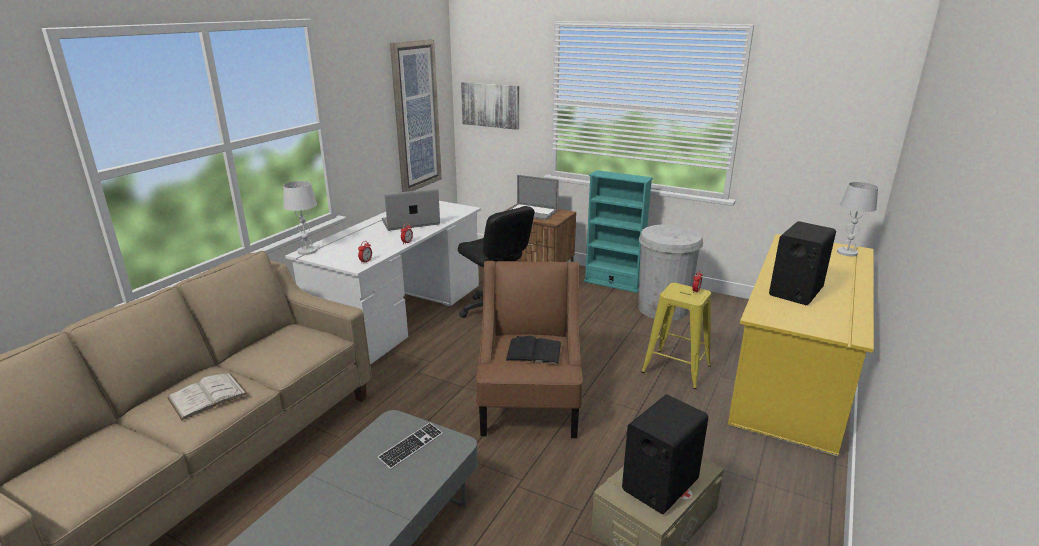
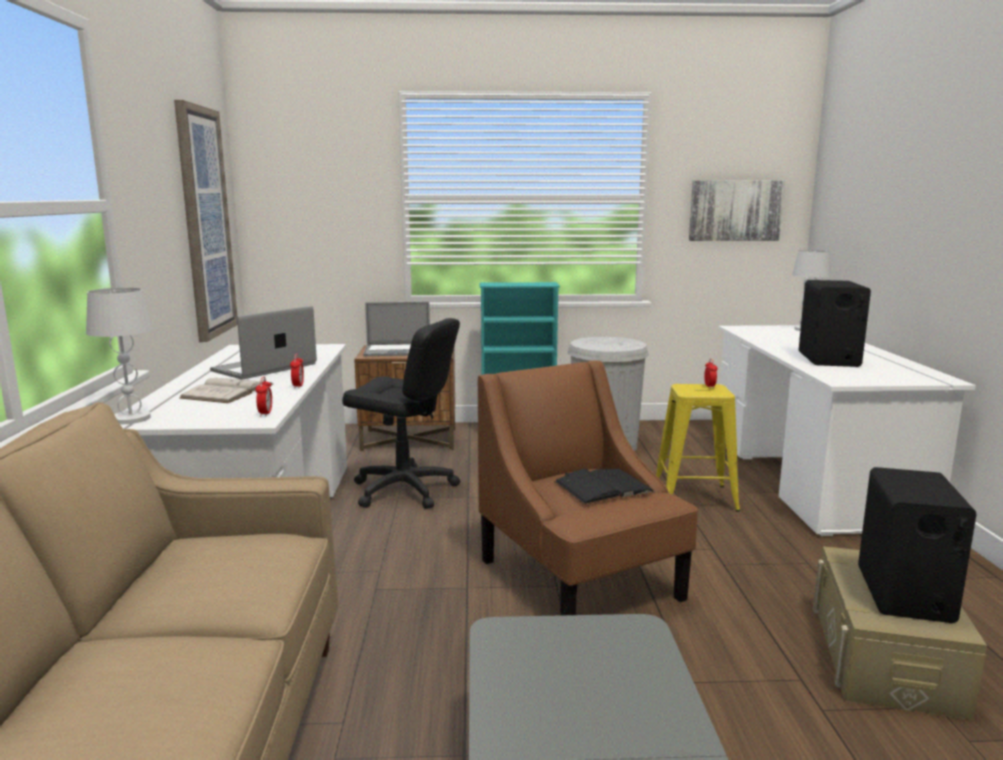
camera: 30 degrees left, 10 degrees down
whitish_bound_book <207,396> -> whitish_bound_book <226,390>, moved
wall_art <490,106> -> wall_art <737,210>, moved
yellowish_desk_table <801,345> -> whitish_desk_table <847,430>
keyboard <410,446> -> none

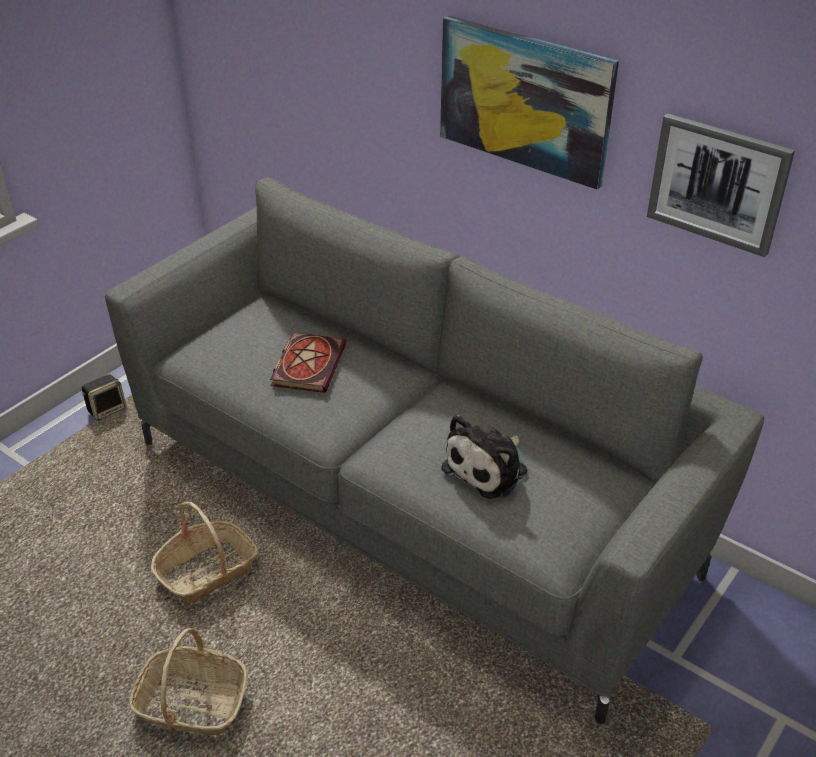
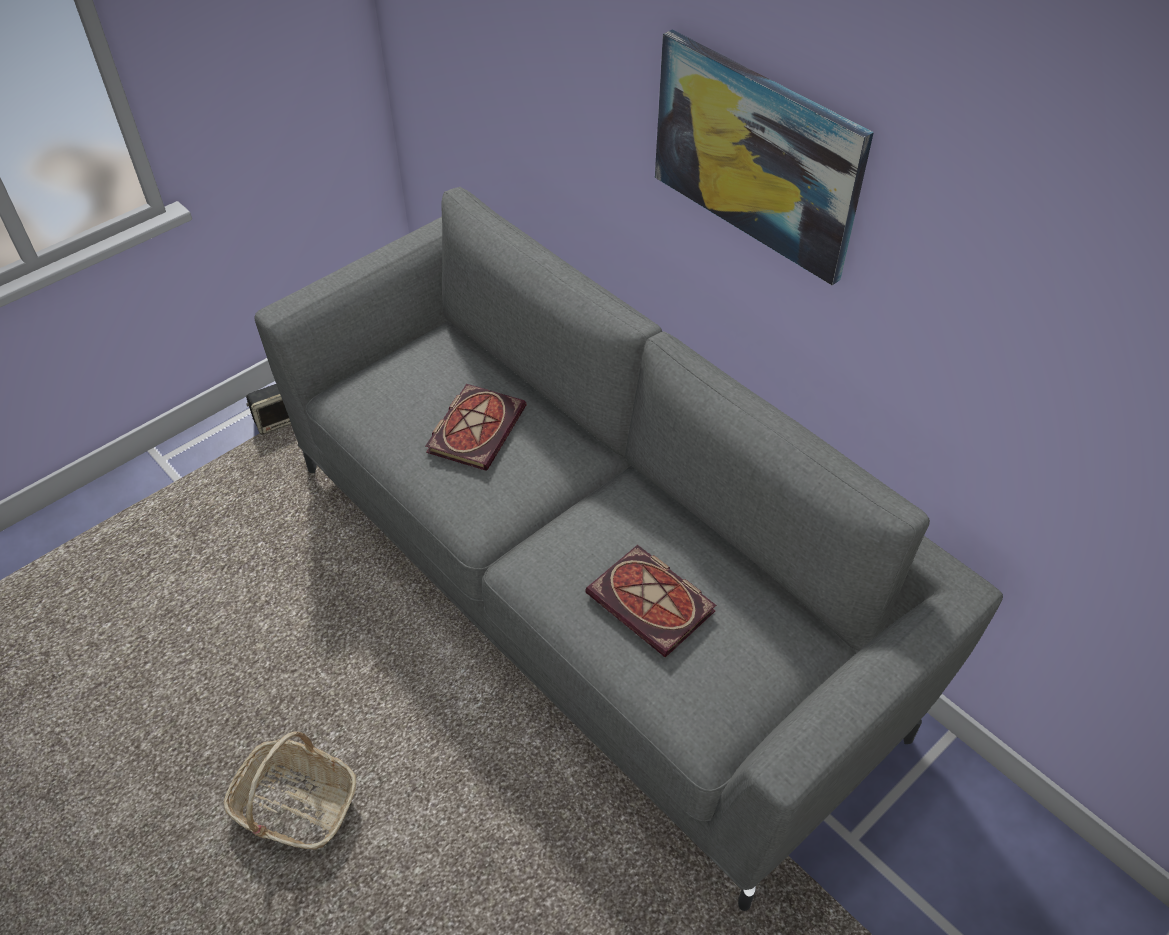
camera: 10 degrees right, 10 degrees up
cuddly_toy <484,457> -> bound_book <650,601>
basket <204,553> -> none
wall_art <721,185> -> none

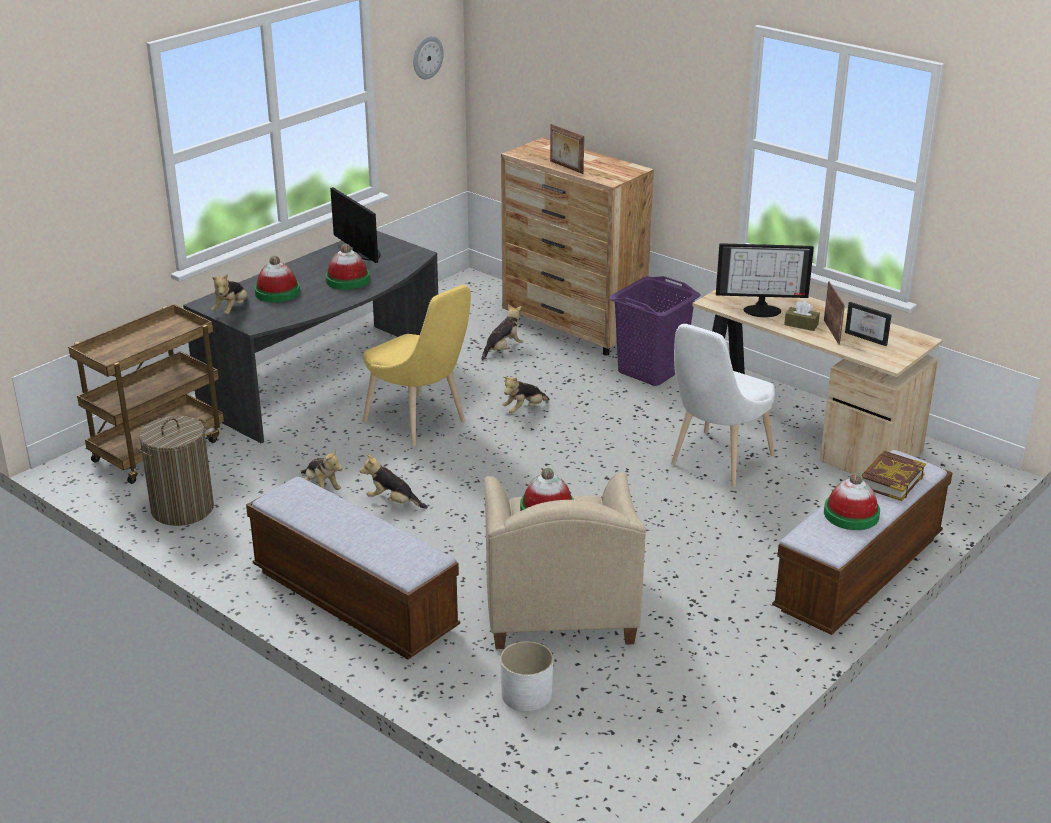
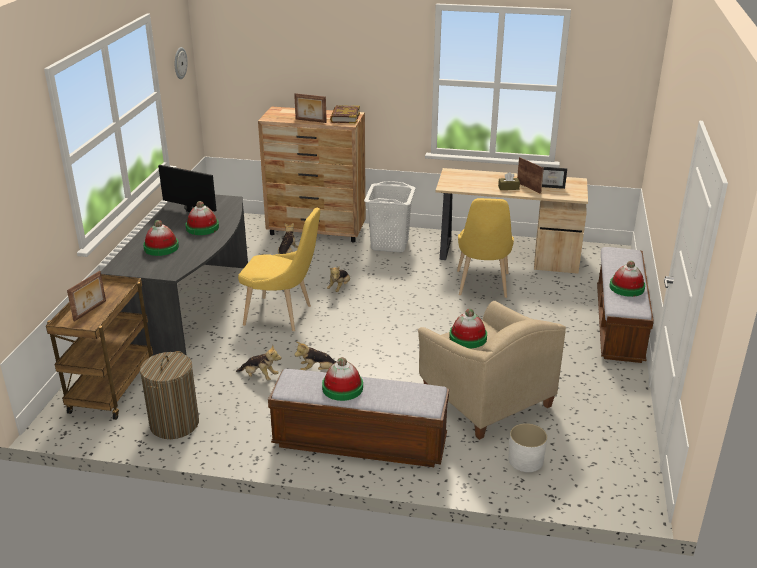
camera: 30 degrees left, 0 degrees up
none -> picture_frame <86,296>
none -> wearable_hat <342,379>
bound_book <893,476> -> bound_book <345,114>, moved
purplish_washing_basket <655,331> -> whitish_washing_basket <390,216>
whitish_plain_chair <723,405> -> yellowish_plain_chair <485,248>
cuddly_toy <229,294> -> none
monitor <765,280> -> none

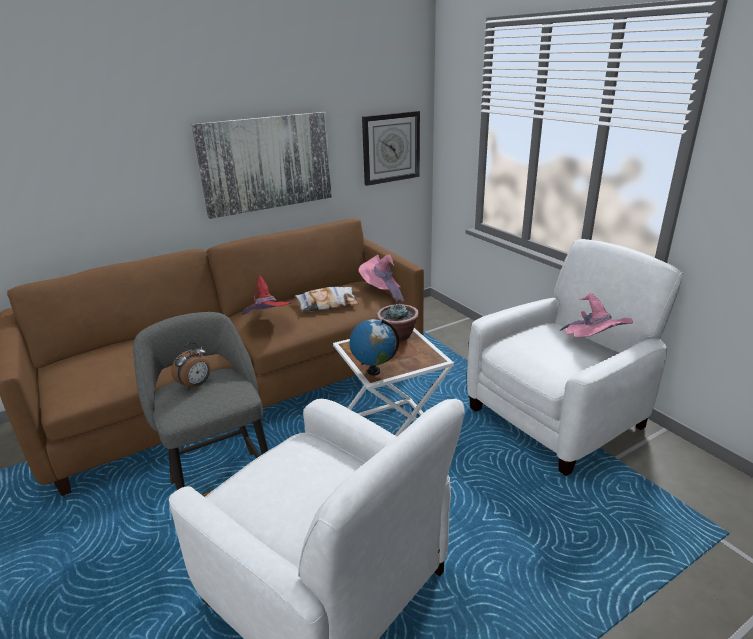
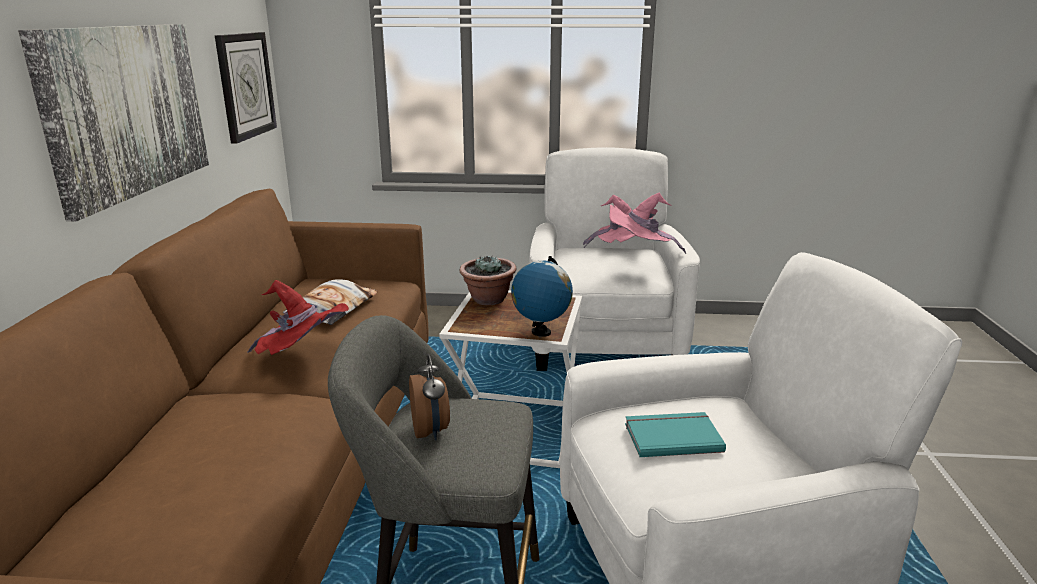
camera: 55 degrees left, 5 degrees down
pink_wearable_hat <381,279> -> pink_wearable_hat <647,223>, moved
none -> turquoise_bound_book <675,434>

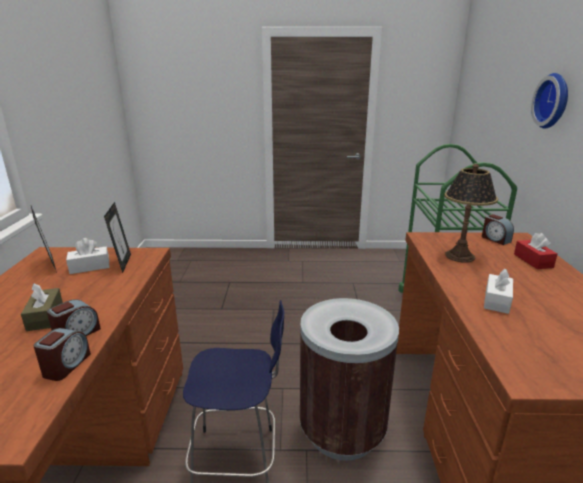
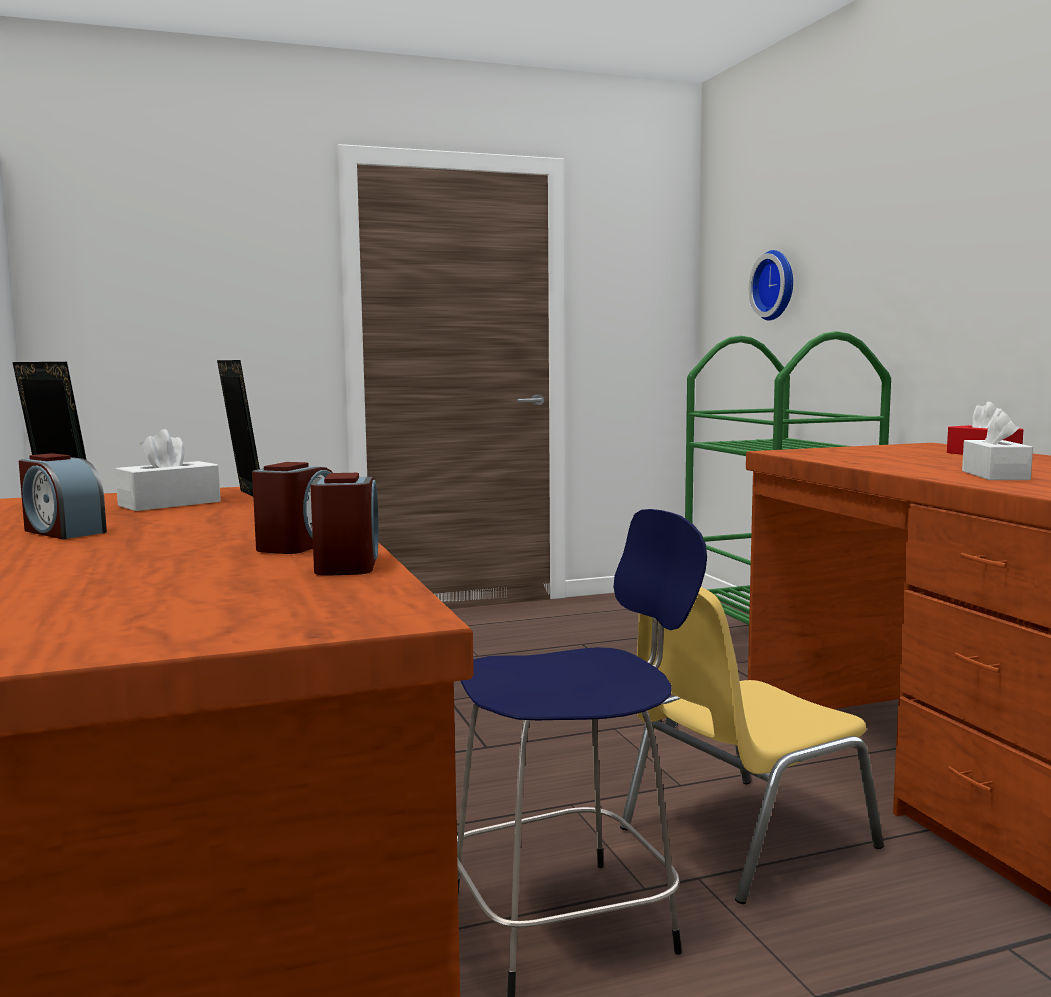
camera: 20 degrees left, 15 degrees down
table_clock <498,229> -> table_clock <63,496>, moved
brownish_waste_bin <349,379> -> yellowish_plain_chair <752,745>
clock_on_the_wall <549,101> -> clock_on_the_wall <771,285>, moved
brownish_tissue_holder <42,307> -> none
table_lamp <471,213> -> none

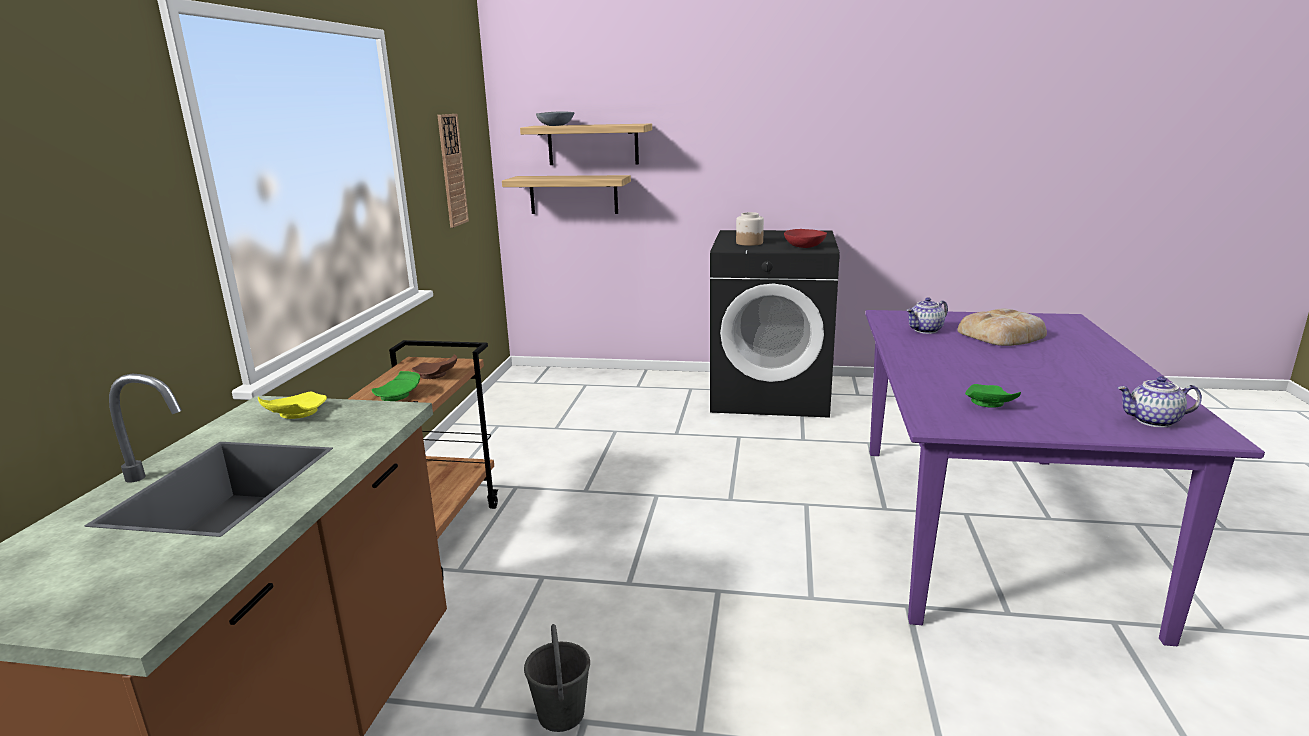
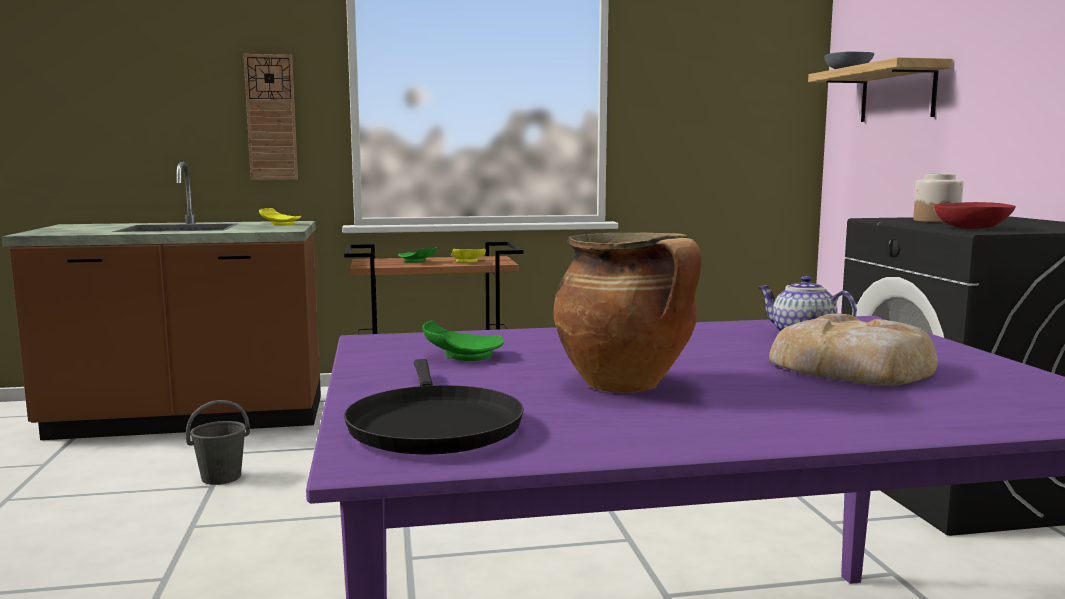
camera: 70 degrees right, 10 degrees down
clock_on_the_wall <453,171> -> clock_on_the_wall <271,117>, moved
teapot <1159,402> -> black_frying_pan <434,407>
brownish_dinner_plate <434,366> -> yellowish_dinner_plate <468,256>
none -> cooking_pot <627,313>
shelf <566,194> -> none

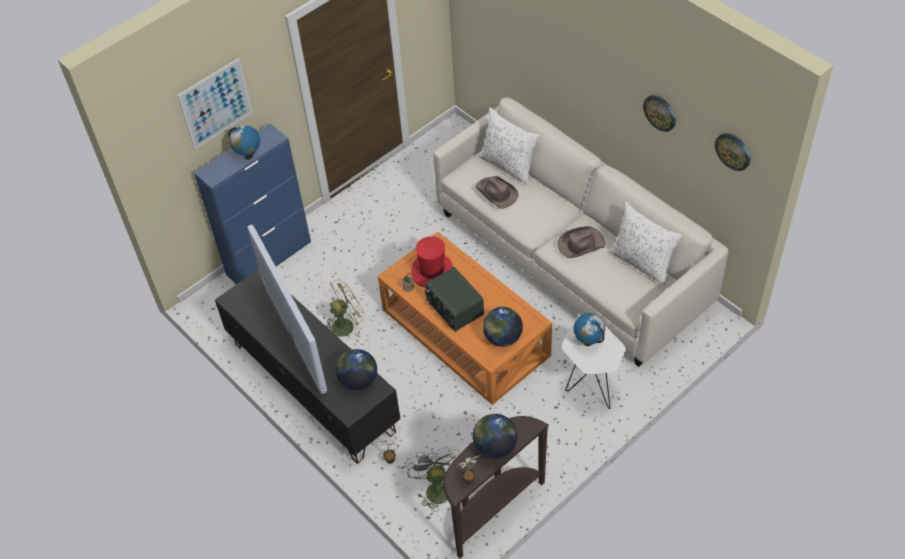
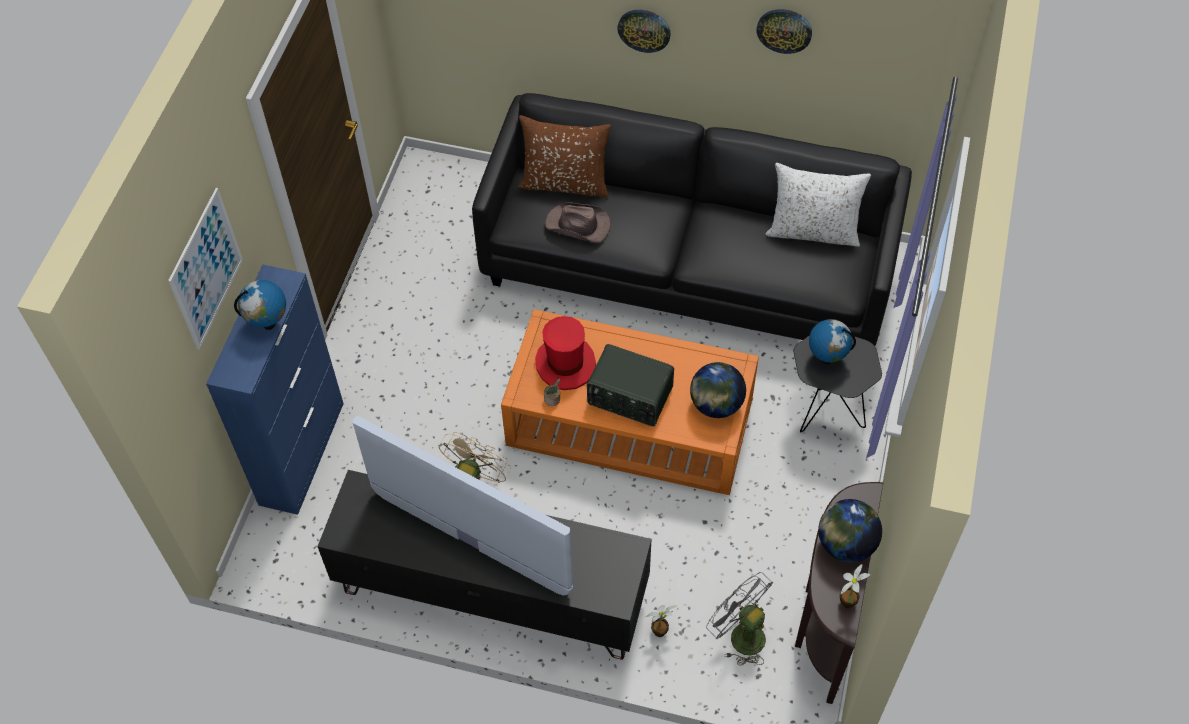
camera: 35 degrees left, 5 degrees up
whitish_couch <581,232> -> black_couch <692,219>
whitish_throw_pillow <509,146> -> brownish_throw_pillow <564,156>
clock_on_the_wall <732,152> -> clock_on_the_wall <644,31>, moved
whitish_side_table <594,367> -> black_side_table <838,383>
globe <356,370> -> none
brownish_wearable_hat <581,242> -> none

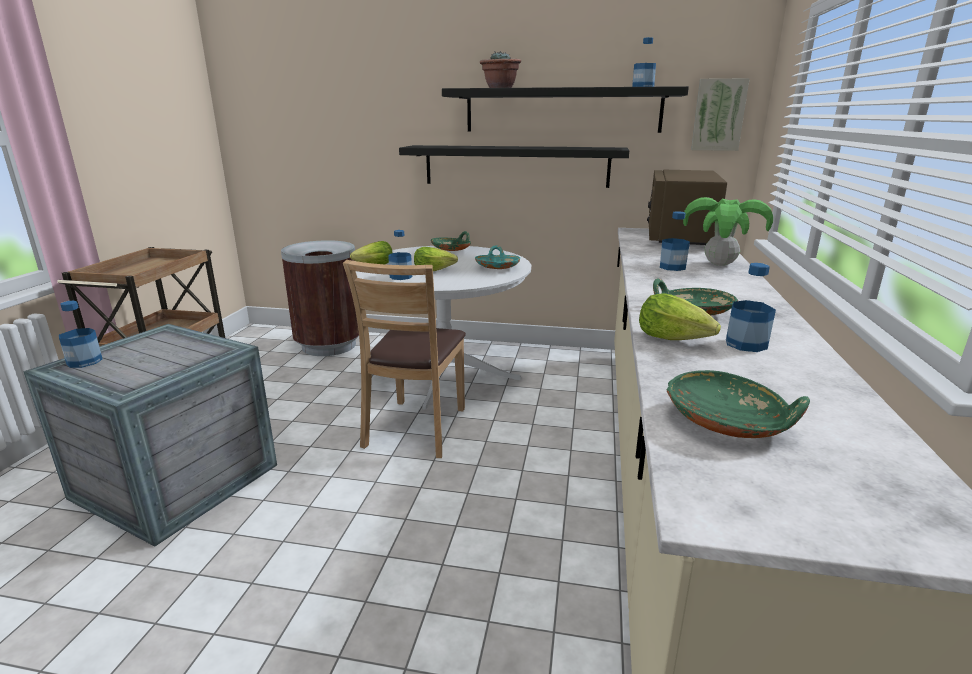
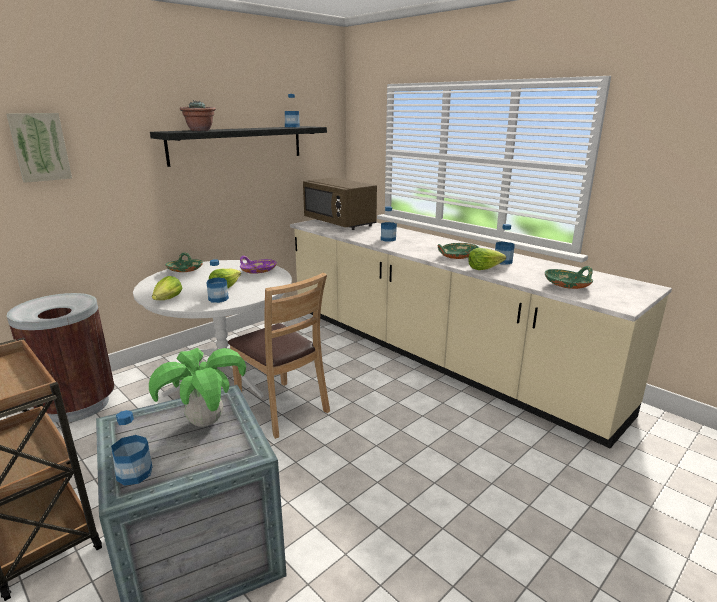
camera: 55 degrees left, 0 degrees up
wall_art <720,114> -> wall_art <39,148>, moved
potted_plant <728,231> -> potted_plant <197,387>, moved
turquoise_deep_dish <497,257> -> purplish_deep_dish <258,265>
black_shelf <514,166> -> none

